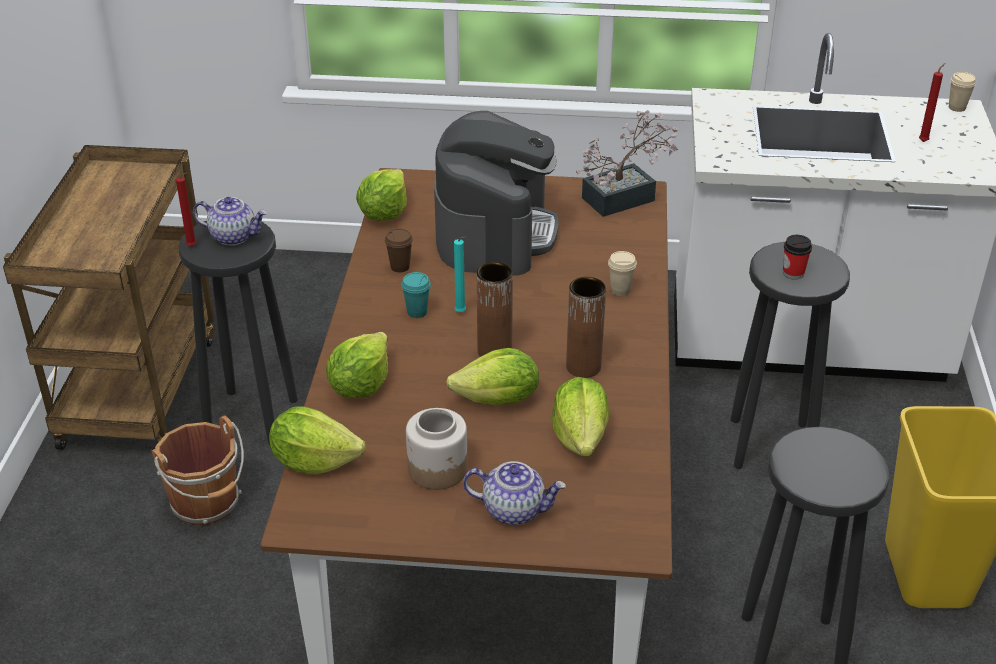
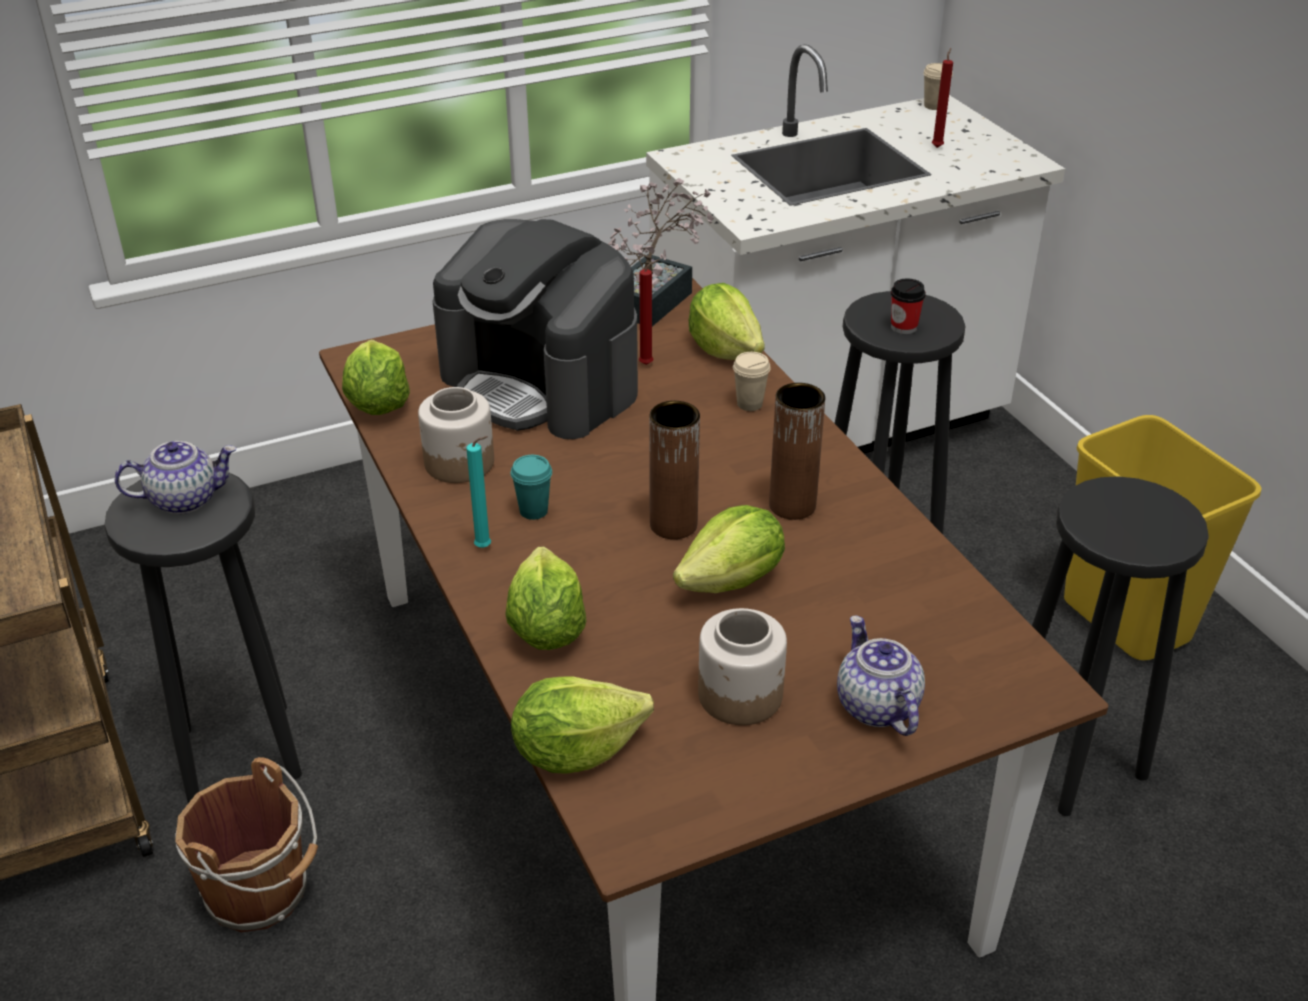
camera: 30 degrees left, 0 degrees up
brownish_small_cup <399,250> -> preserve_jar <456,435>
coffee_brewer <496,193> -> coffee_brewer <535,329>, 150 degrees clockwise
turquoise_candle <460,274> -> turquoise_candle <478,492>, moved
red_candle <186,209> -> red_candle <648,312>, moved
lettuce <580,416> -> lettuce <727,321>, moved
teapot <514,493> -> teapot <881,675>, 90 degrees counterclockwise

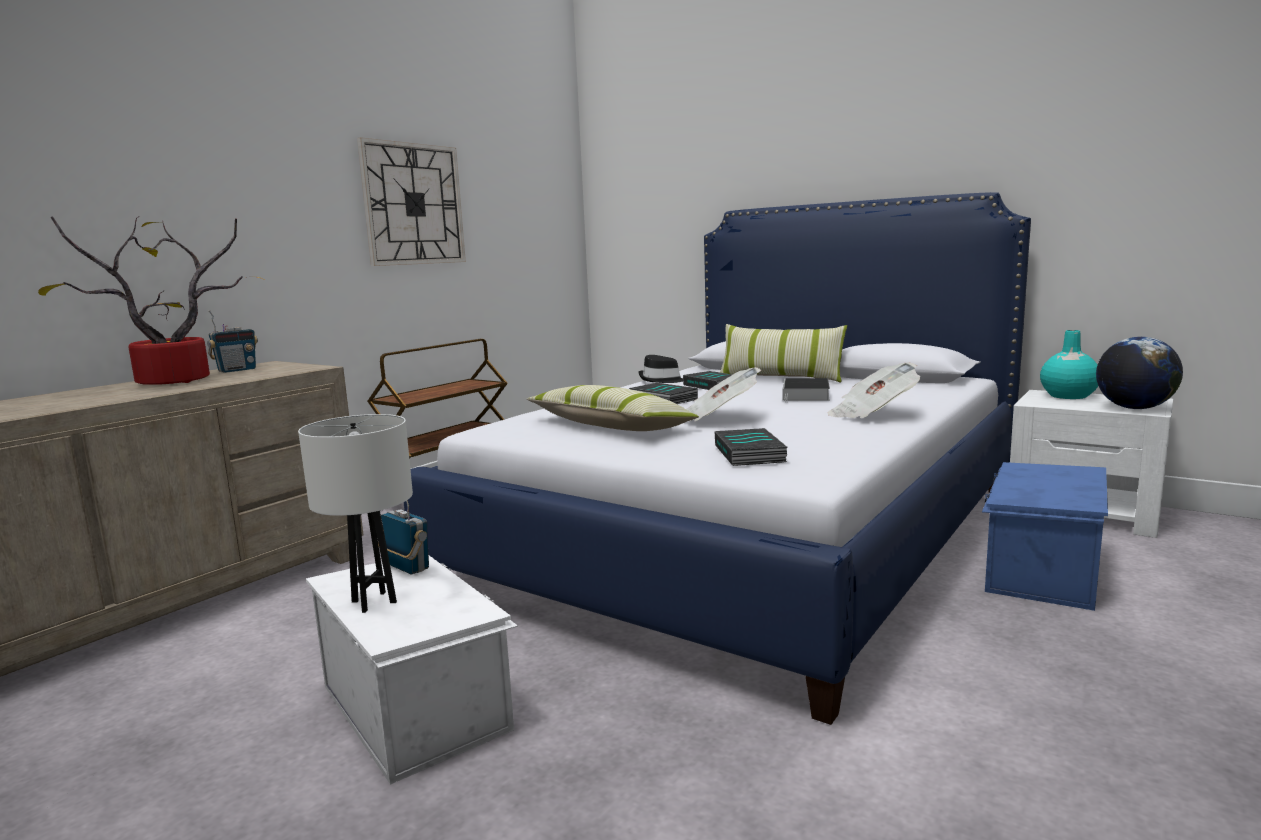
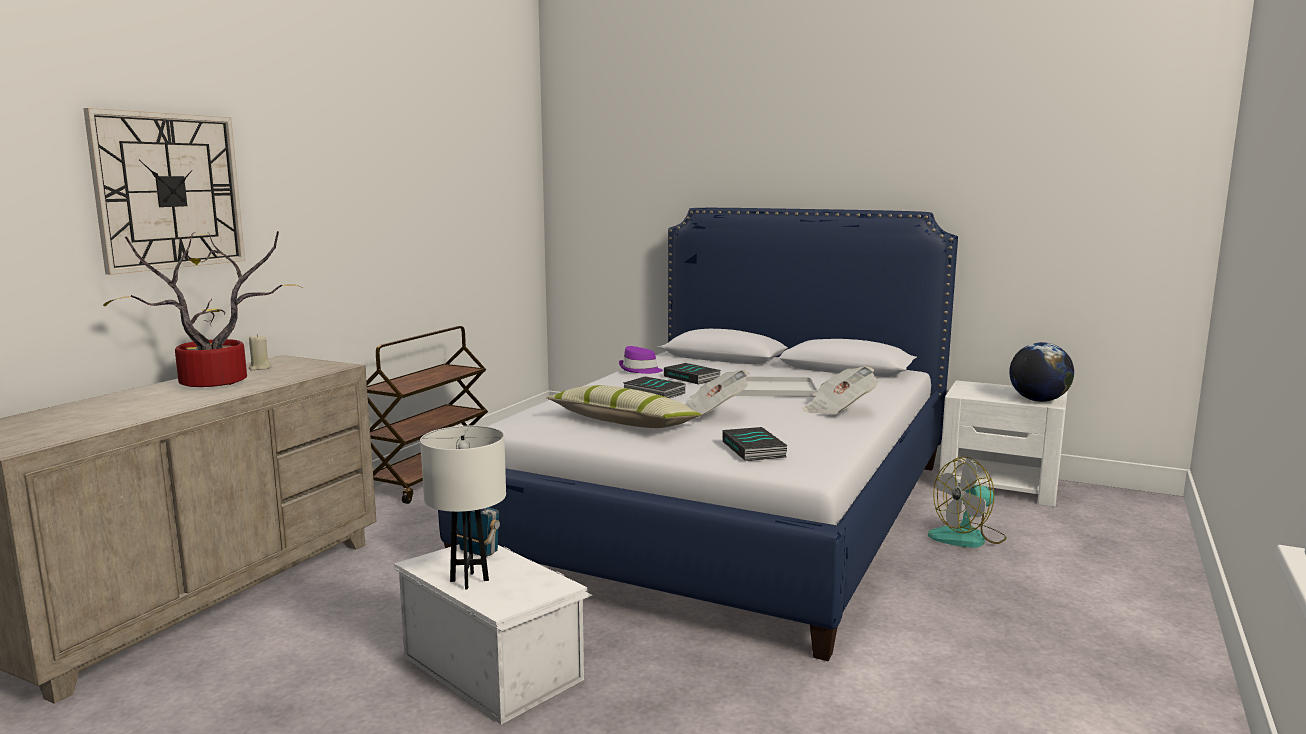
camera: 10 degrees left, 0 degrees up
clock_on_the_wall <411,201> -> clock_on_the_wall <164,191>, moved
radio <232,341> -> sand-coloured_candle <260,352>
black_wearable_hat <660,369> -> purplish_wearable_hat <641,360>
bound_book <806,390> -> whitish_serving_tray <778,386>
bluish_storage_container <1045,536> -> cooling_fan <967,502>
throw_pillow <783,353> -> none
turquoise_vase <1069,364> -> none

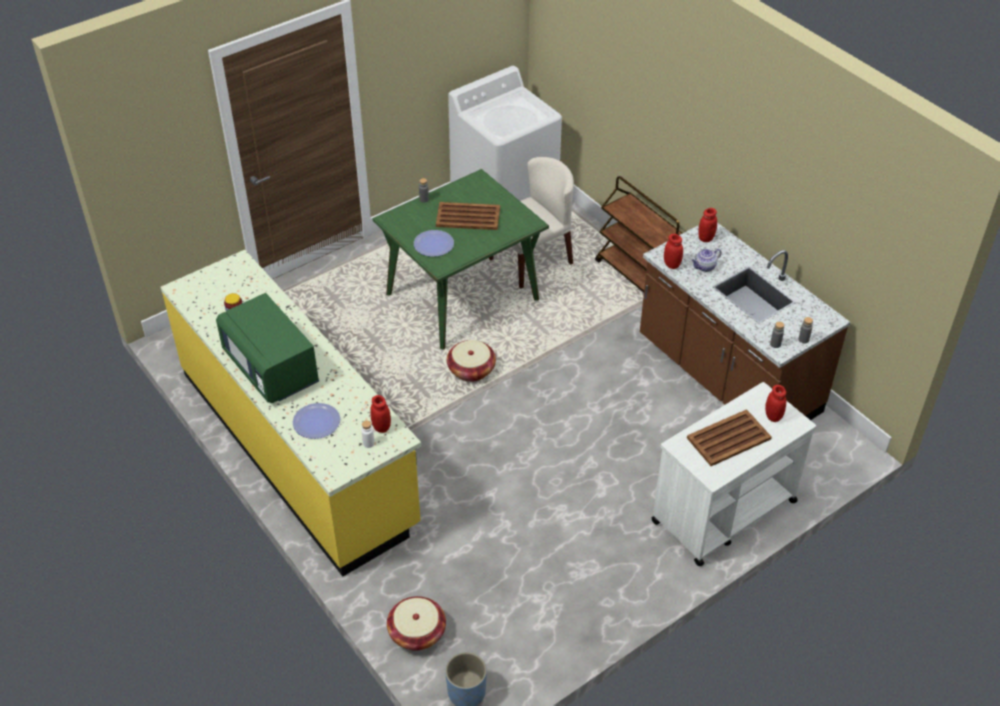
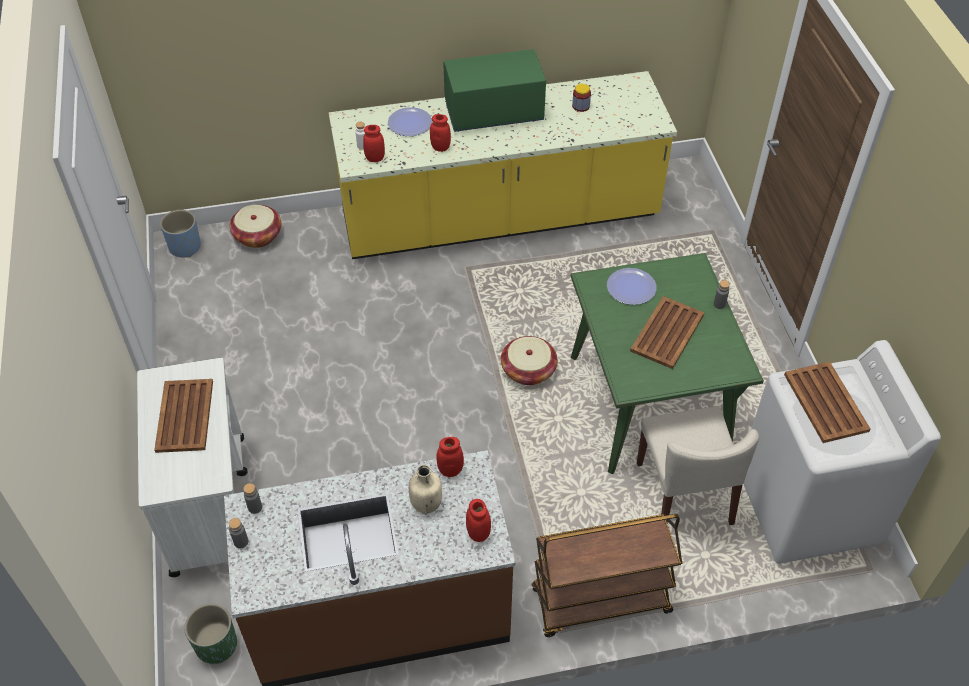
camera: 115 degrees right, 5 degrees up
none -> green-coloured_planter <210,634>
teapot <706,260> -> sand-coloured_beverage_bottle <425,489>
red_preserve_jar <775,403> -> red_preserve_jar <440,133>, moved
none -> brownish_serving_tray <827,402>

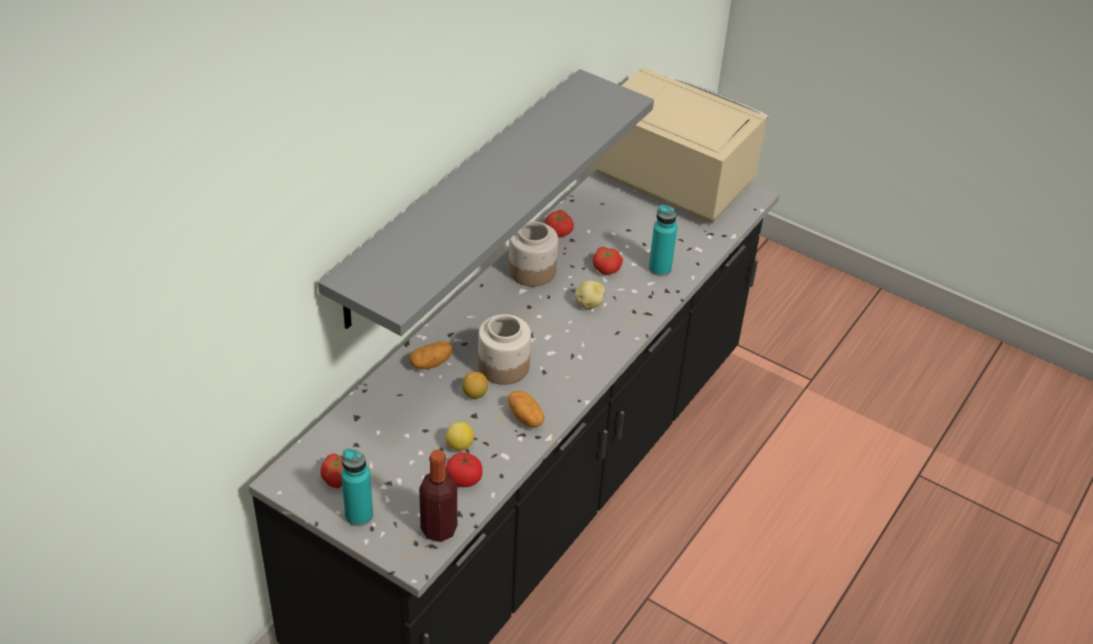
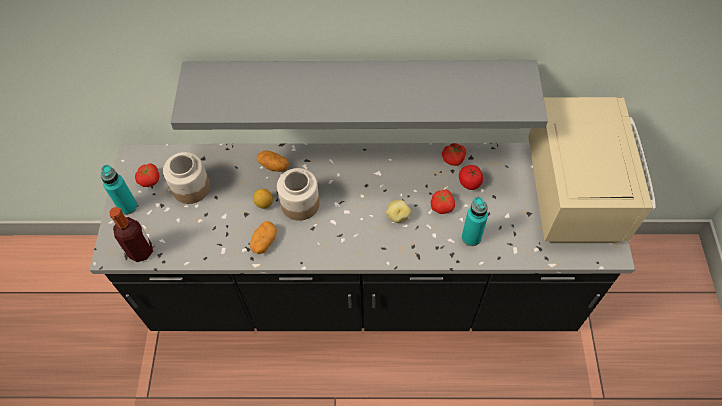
camera: 60 degrees right, 15 degrees up
preserve_jar <533,254> -> preserve_jar <186,178>, moved
whole_tomato <464,469> -> whole_tomato <471,177>, moved
whole_lemon <460,436> -> none

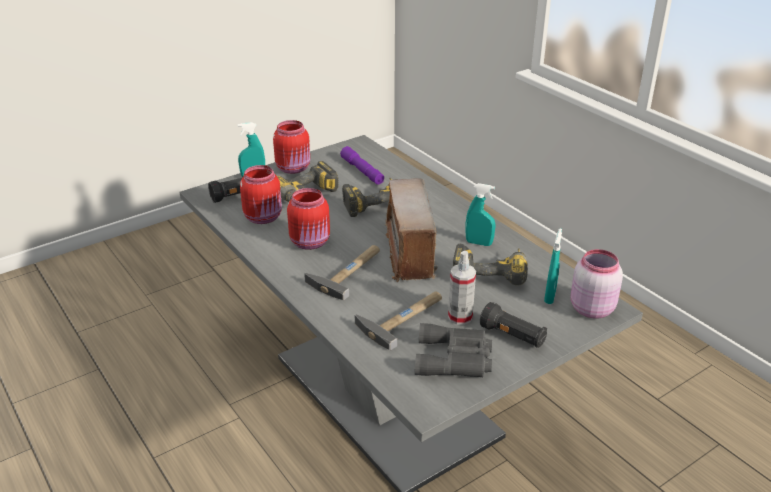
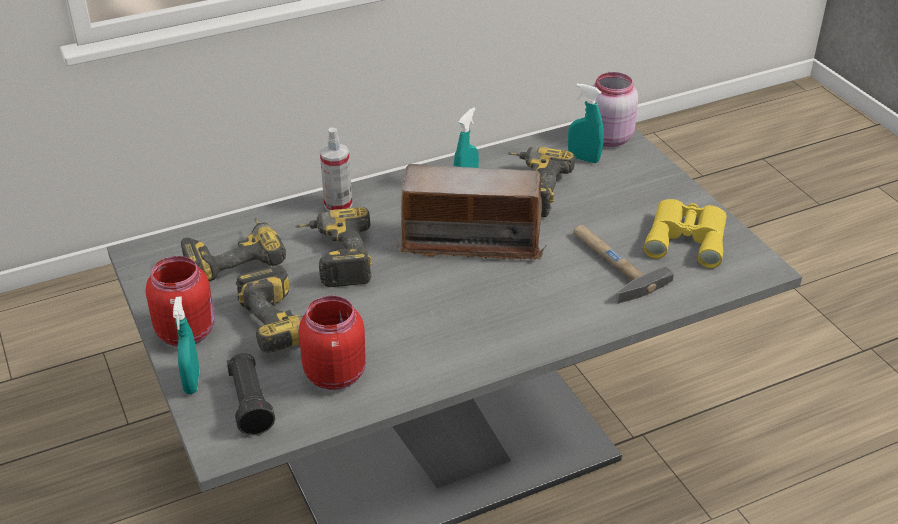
camera: 80 degrees left, 5 degrees up
purplish_hand_torch <362,165> -> electric_drill <233,249>
hand_sprayer <462,288> -> hand_sprayer <336,169>, moved
grey_binoculars <453,350> -> yellowish_binoculars <685,233>
red_preserve_jar <308,219> -> none
hand_hammer <342,272> -> none
black_hand_torch <513,325> -> none

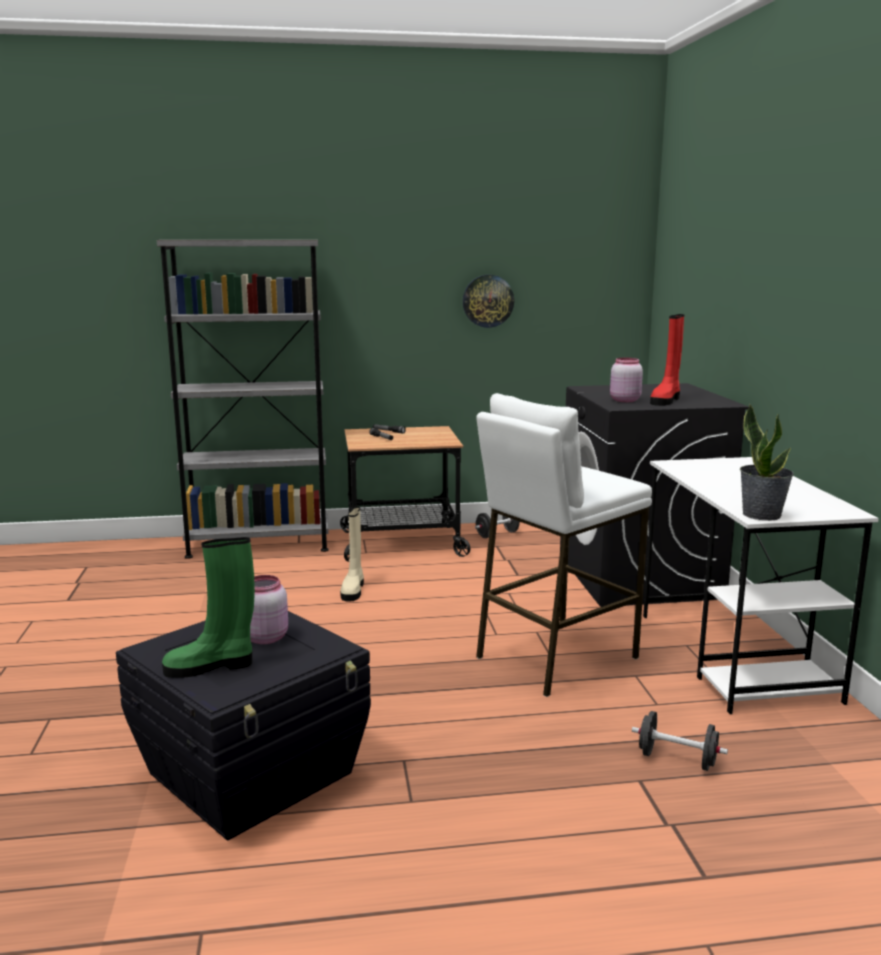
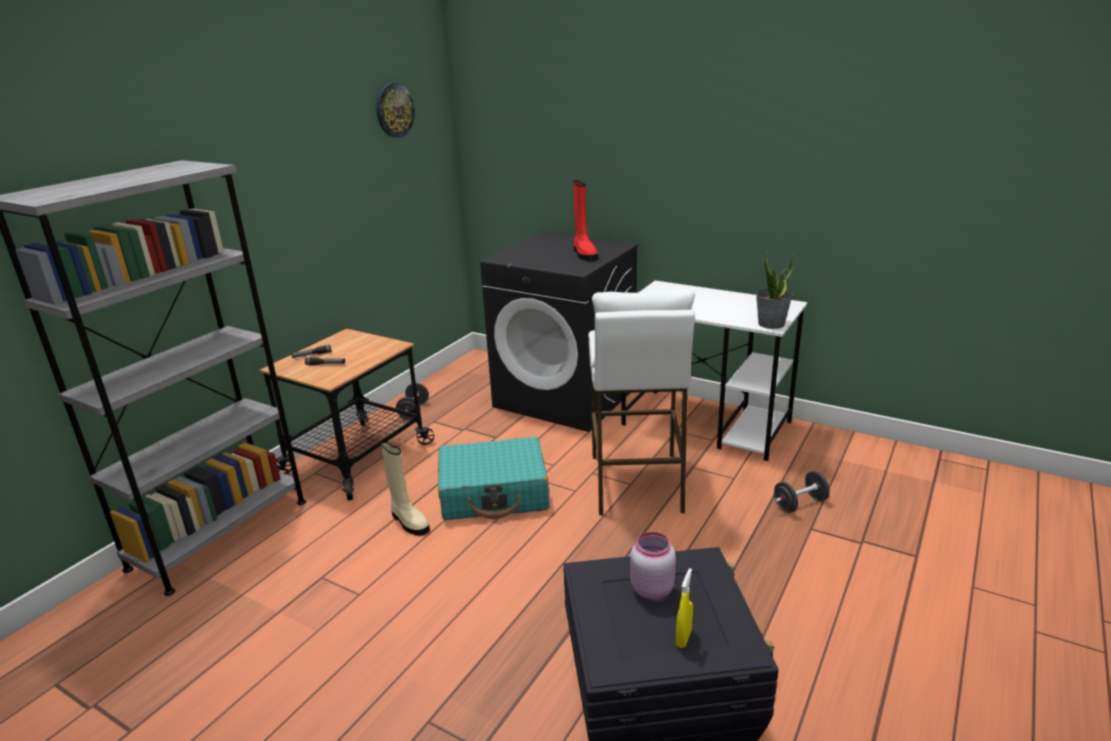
camera: 50 degrees left, 10 degrees up
clock_on_the_wall <488,301> -> clock_on_the_wall <395,110>, moved
none -> turquoise_travel_case <493,478>
green-coloured_boot <208,607> -> yellowish_hand_sprayer <684,608>
pink_preserve_jar <626,380> -> none

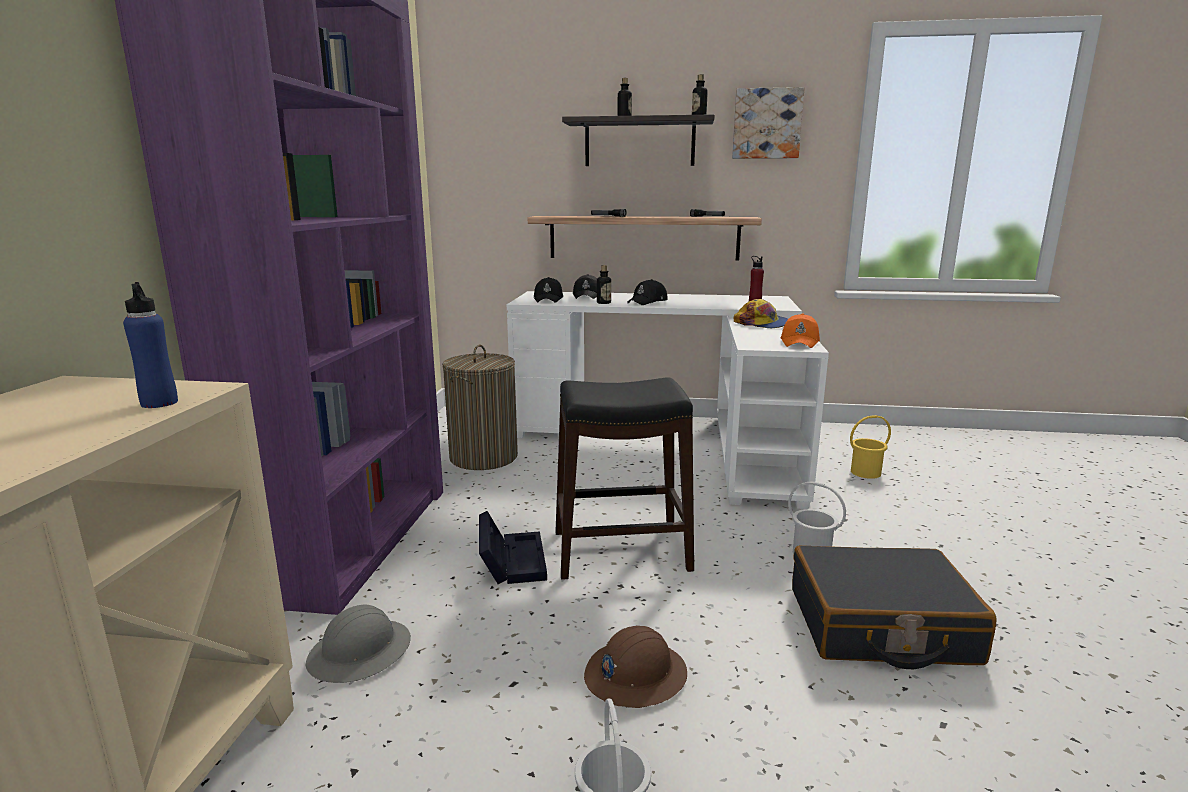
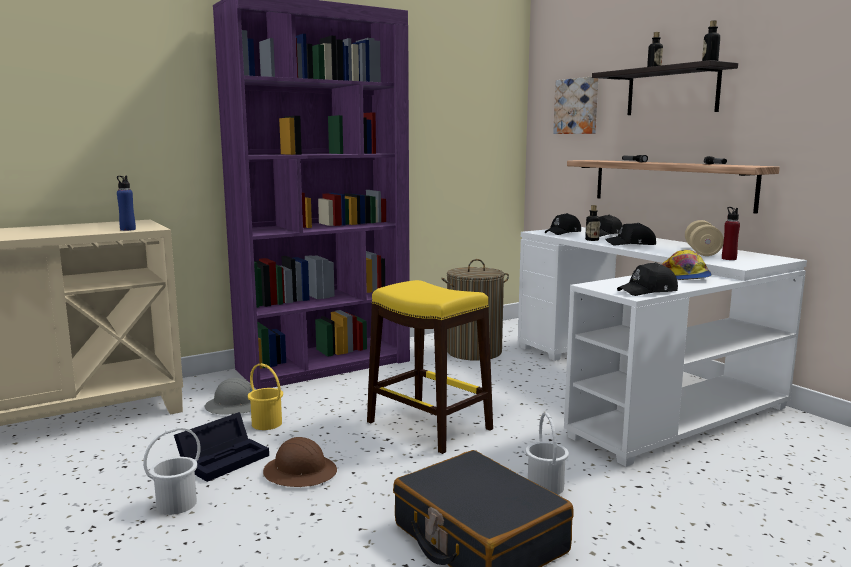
camera: 50 degrees right, 5 degrees down
black_storage_container <513,547> -> black_storage_container <221,447>, moved
yellowish_bucket <870,447> -> yellowish_bucket <265,396>, moved
black_sitting_stool <624,478> -> yellowish_sitting_stool <430,367>
wall_art <768,123> -> wall_art <575,105>, moved
orange_cap <800,330> -> black_cap <647,279>
none -> sand-coloured_dumbbell <704,238>

